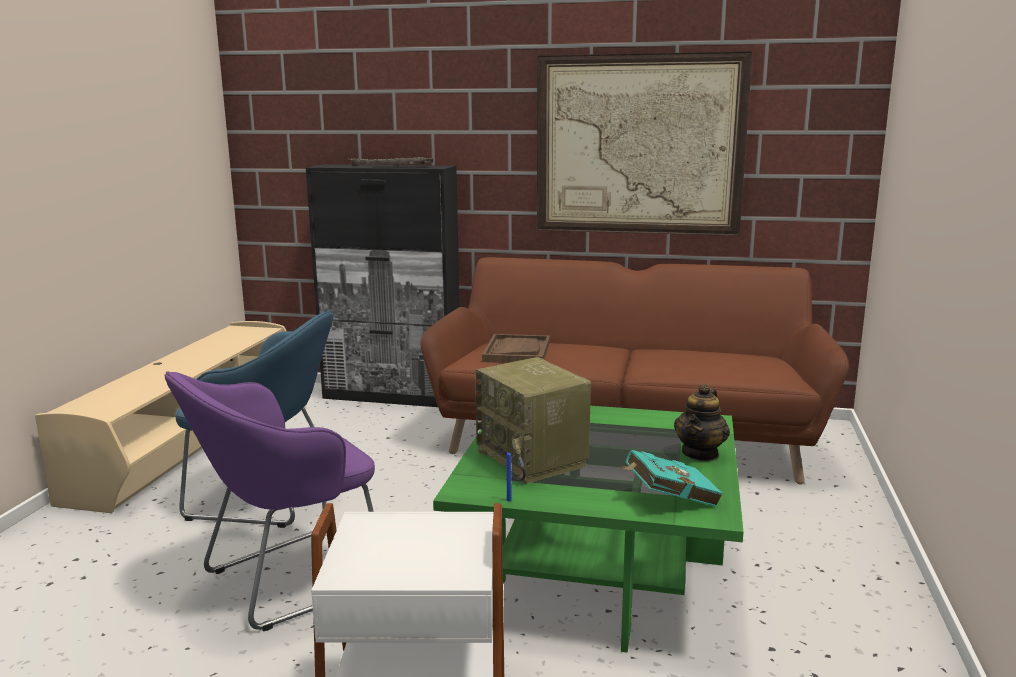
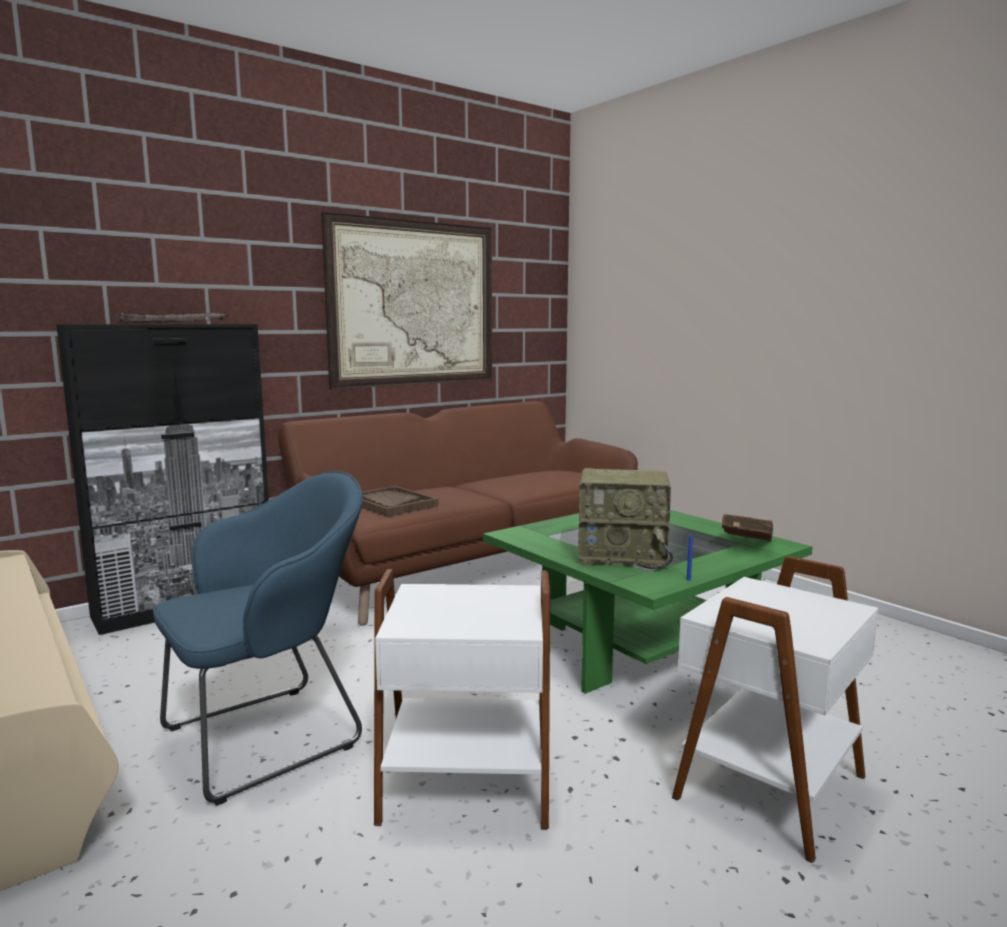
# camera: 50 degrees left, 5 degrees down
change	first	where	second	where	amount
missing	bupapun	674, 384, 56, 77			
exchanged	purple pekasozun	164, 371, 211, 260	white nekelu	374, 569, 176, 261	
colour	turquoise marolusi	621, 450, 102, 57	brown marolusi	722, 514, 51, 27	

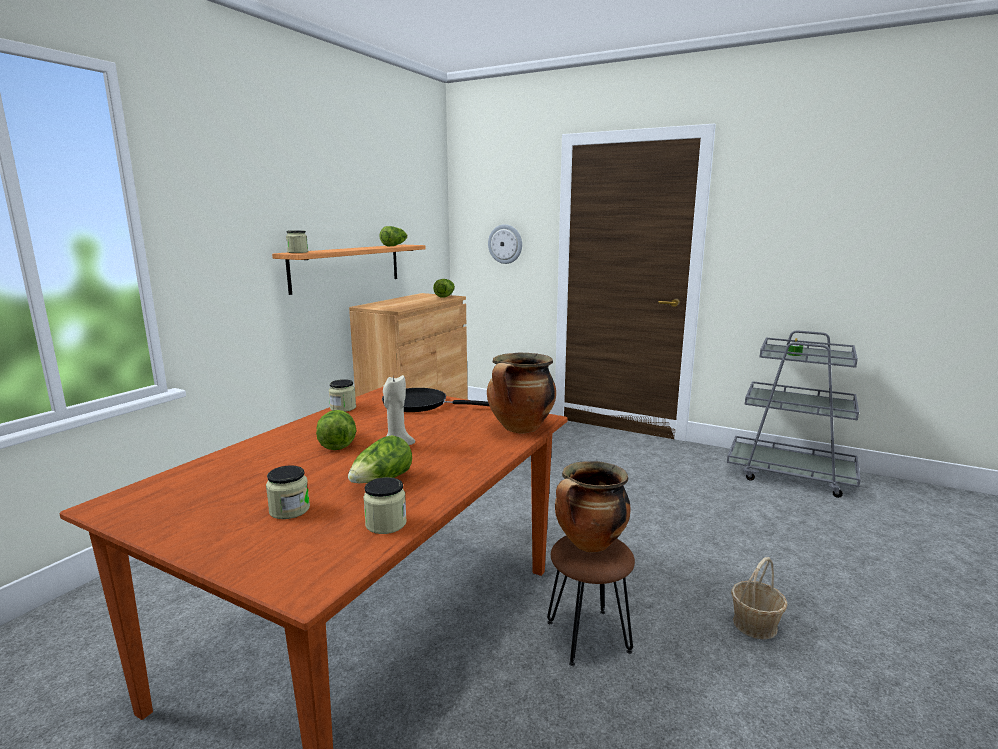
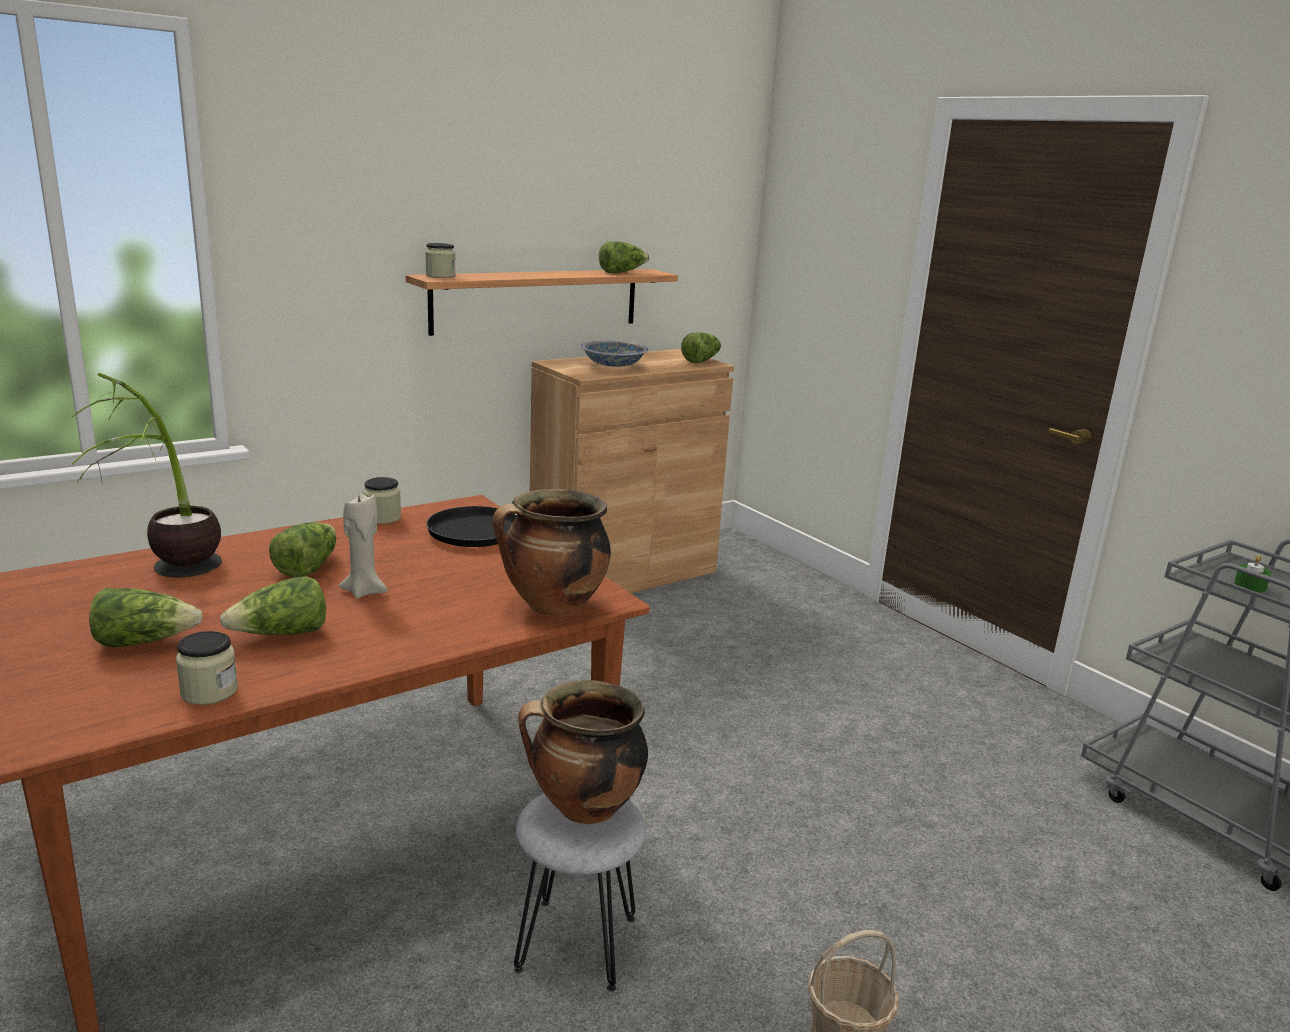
# camera: 25 degrees right, 5 degrees up
change	first	where	second	where	amount
missing	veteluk	488, 224, 34, 40			
appeared			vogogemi	72, 373, 150, 205	
appeared			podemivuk	580, 341, 69, 26	
exchanged	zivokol	266, 465, 44, 54	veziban	89, 588, 114, 59	
colour	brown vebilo	547, 536, 88, 130	grey vebilo	514, 793, 132, 198	

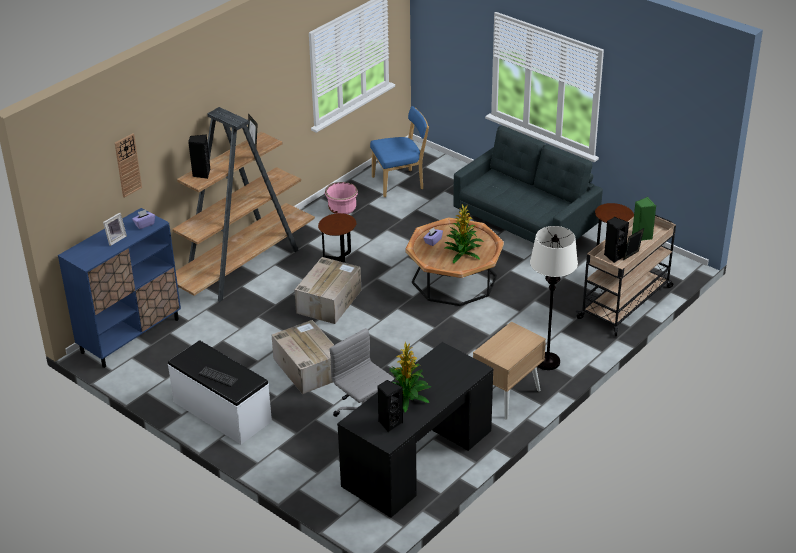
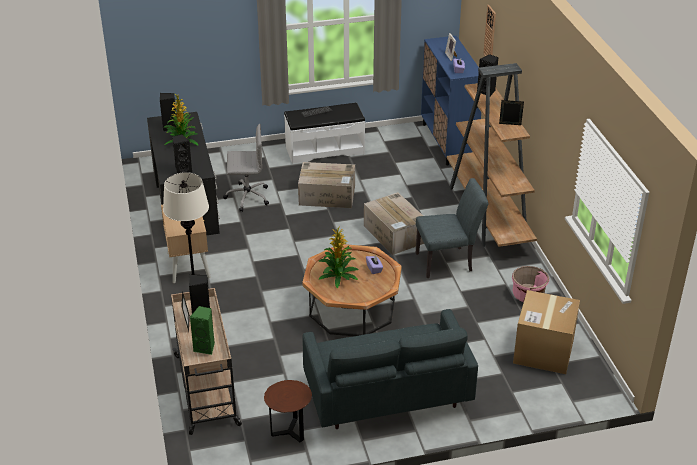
# camera: 125 degrees right, 0 degrees up
change	first	where	second	where	amount
appeared			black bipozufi	172, 134, 21, 39	
exchanged	brown nekelu	318, 213, 38, 50	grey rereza	416, 178, 72, 100	
exchanged	blue rereza	370, 106, 59, 91	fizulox	513, 290, 67, 84	

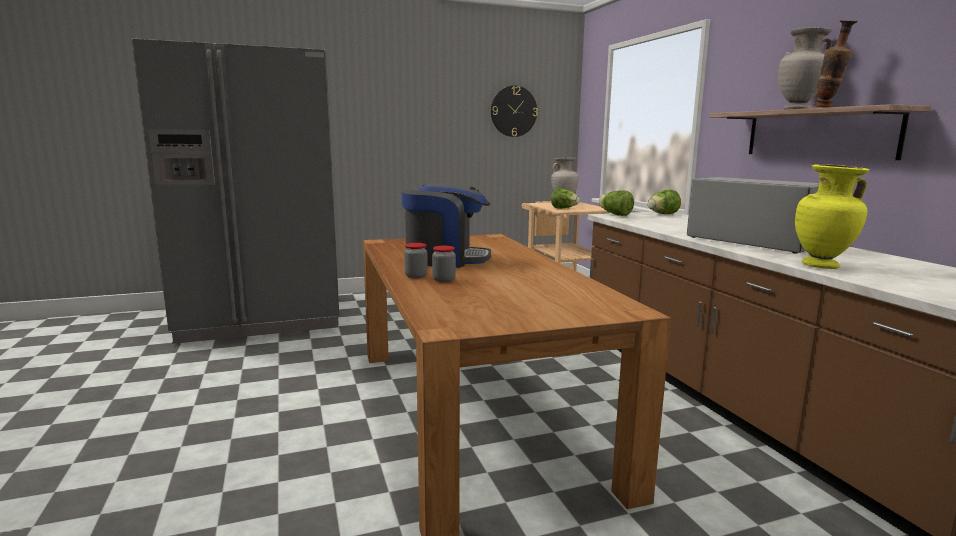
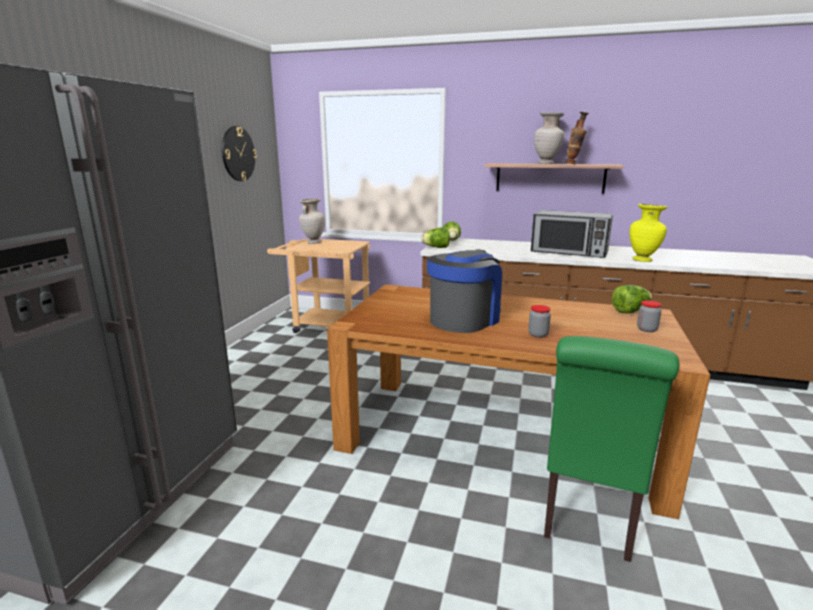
# camera: 55 degrees left, 5 degrees up
change	first	where	second	where	amount
appeared			green rereza	544, 336, 135, 226	
relocated	zivokol	404, 243, 24, 36		637, 300, 25, 32	
relocated	veziban	551, 188, 29, 21		611, 285, 41, 28	
spun	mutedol	687, 177, 132, 77		531, 210, 82, 48	150 degrees counterclockwise

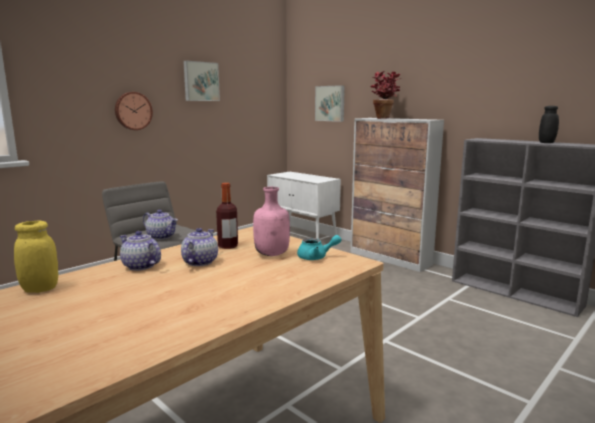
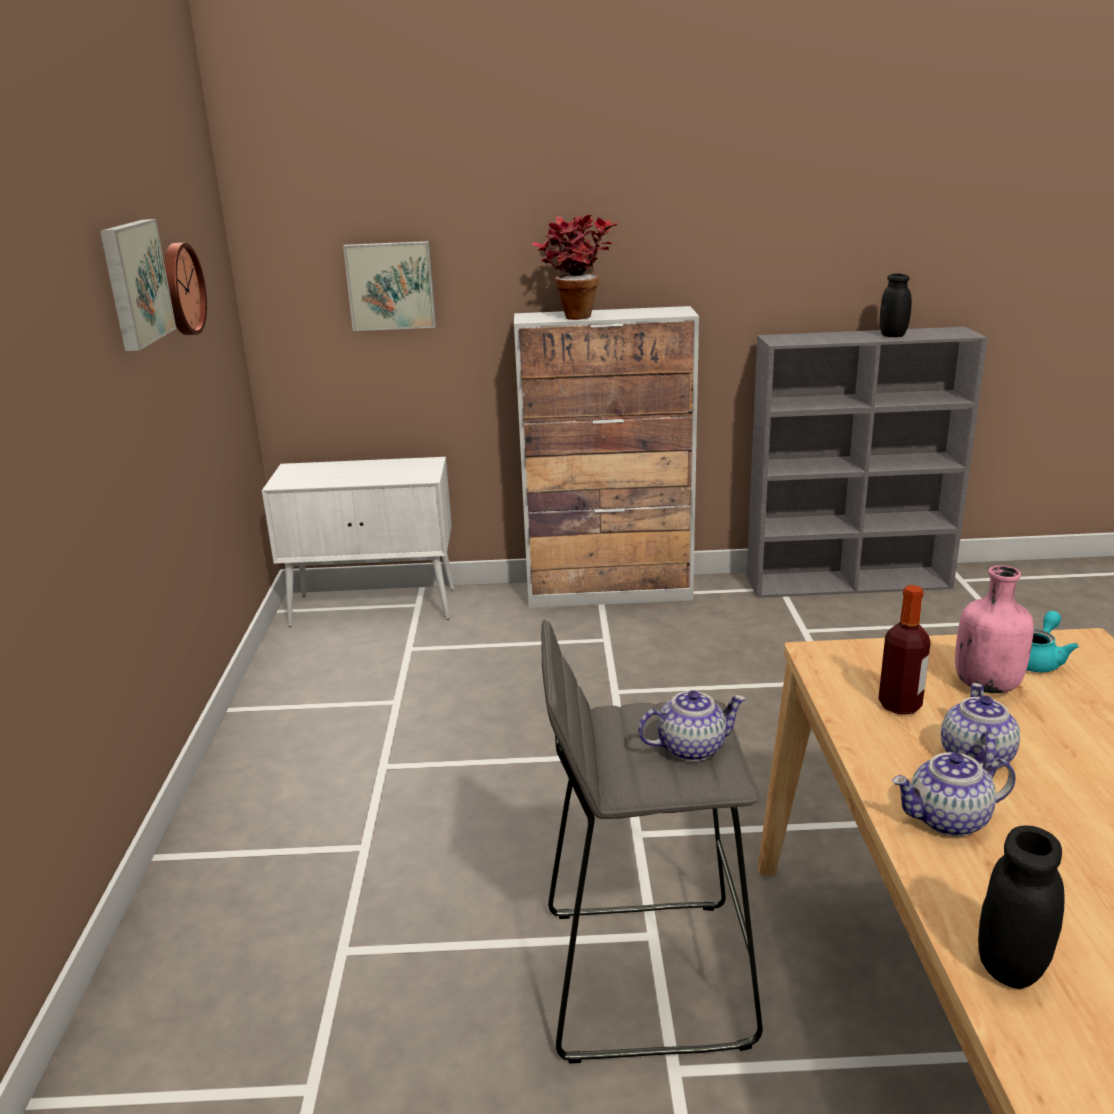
# camera: 45 degrees left, 10 degrees up
change	first	where	second	where	amount
relocated	veteluk	115, 92, 38, 38		164, 243, 43, 92	
colour	yellow zivokol	14, 221, 44, 72	black zivokol	978, 826, 87, 163	
spun	bupapun	181, 228, 37, 38		941, 683, 79, 86	45 degrees clockwise

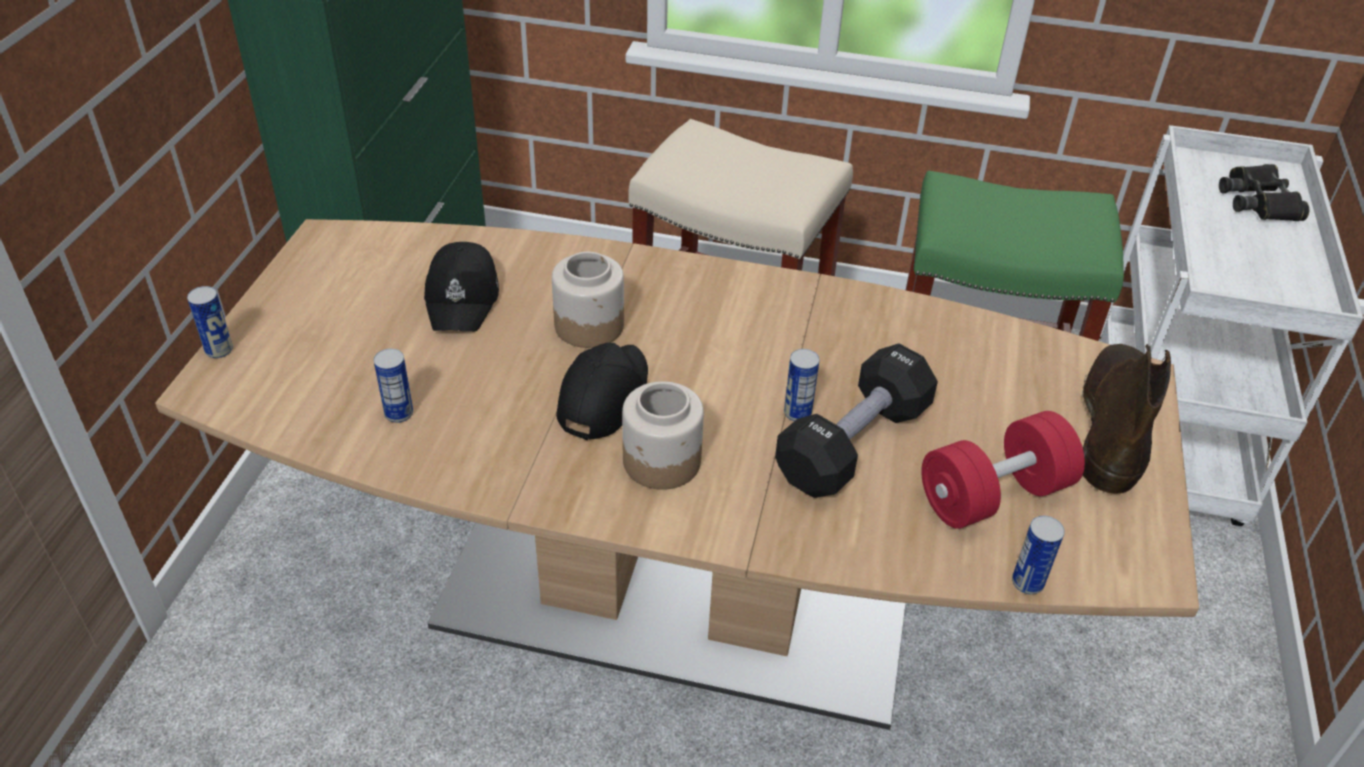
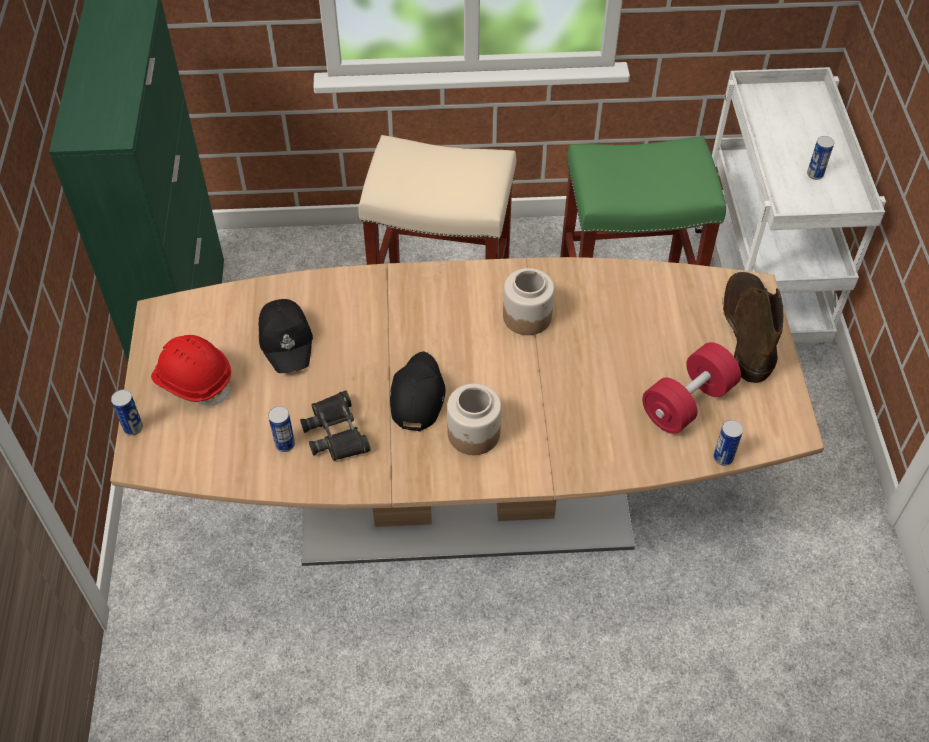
# camera: 15 degrees left, 10 degrees up
change	first	where	second	where	amount
missing	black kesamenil	775, 343, 163, 155			
appeared			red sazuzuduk	151, 335, 80, 71	
relocated	zivokol	552, 252, 72, 96		503, 268, 51, 67	
relocated	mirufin	784, 349, 36, 72		807, 136, 27, 44	
relocated	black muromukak	1219, 164, 91, 57		300, 391, 71, 70	

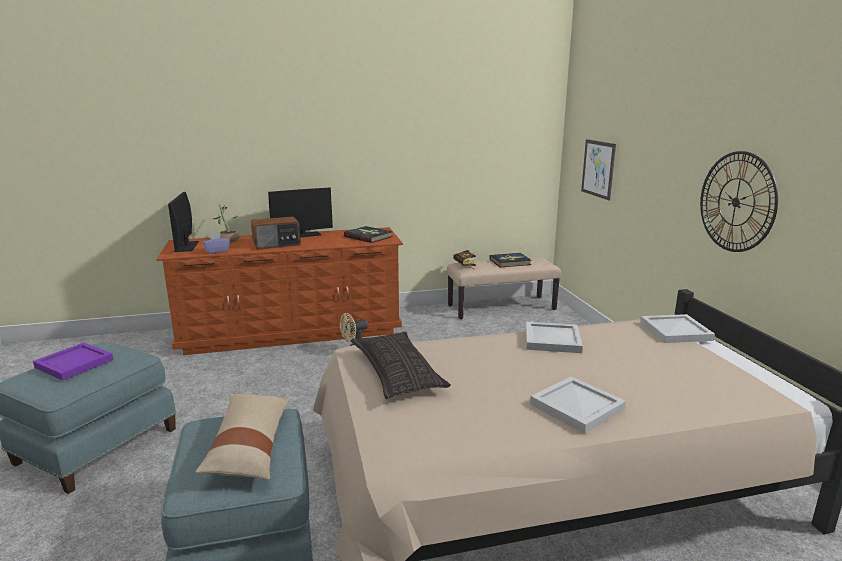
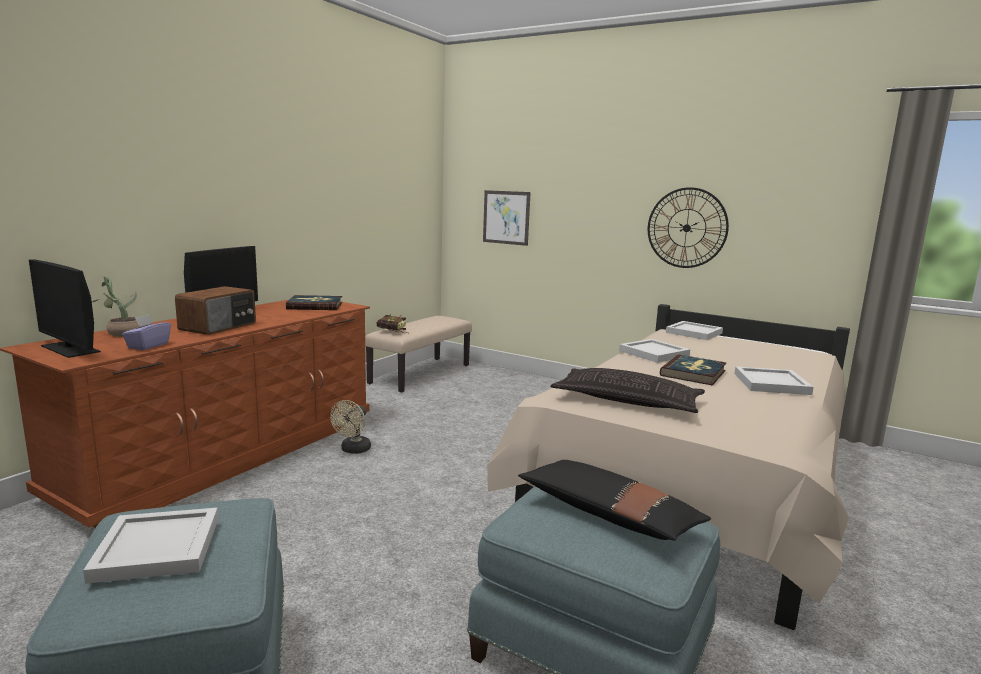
# camera: 45 degrees left, 5 degrees down
change	first	where	second	where	amount
relocated	marolusi	489, 253, 43, 14		660, 355, 66, 31	
colour	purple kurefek	33, 343, 80, 38	white kurefek	83, 508, 135, 76	
colour	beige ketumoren	195, 394, 94, 86	black ketumoren	518, 460, 193, 80	

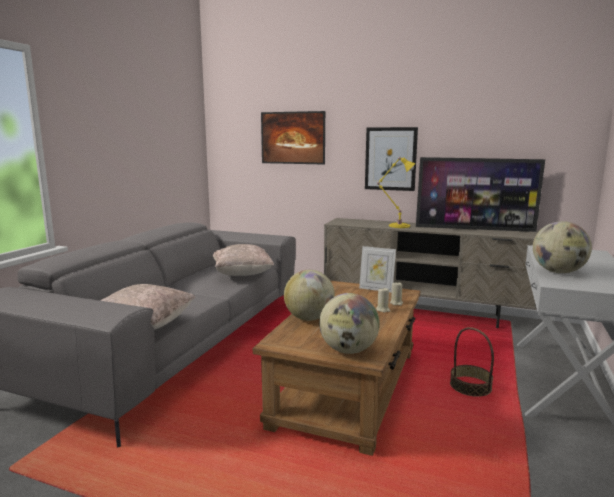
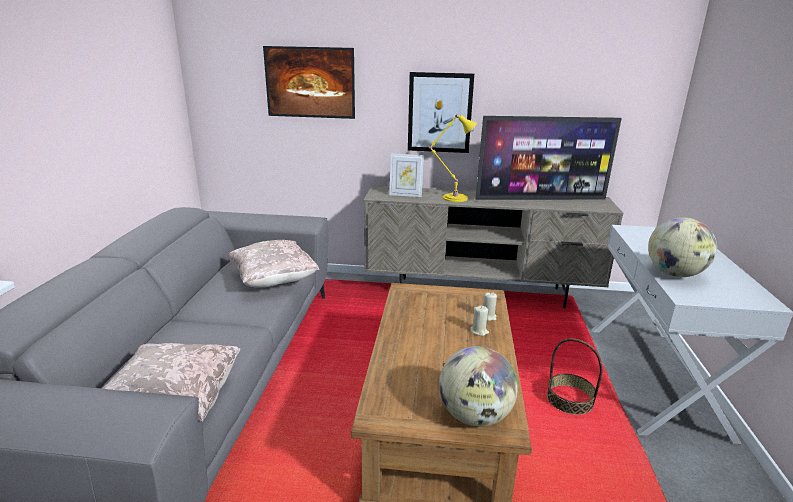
# camera: 15 degrees left, 10 degrees up
change	first	where	second	where	amount
missing	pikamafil	284, 270, 51, 51			
relocated	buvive	359, 246, 37, 47		389, 153, 35, 44	

